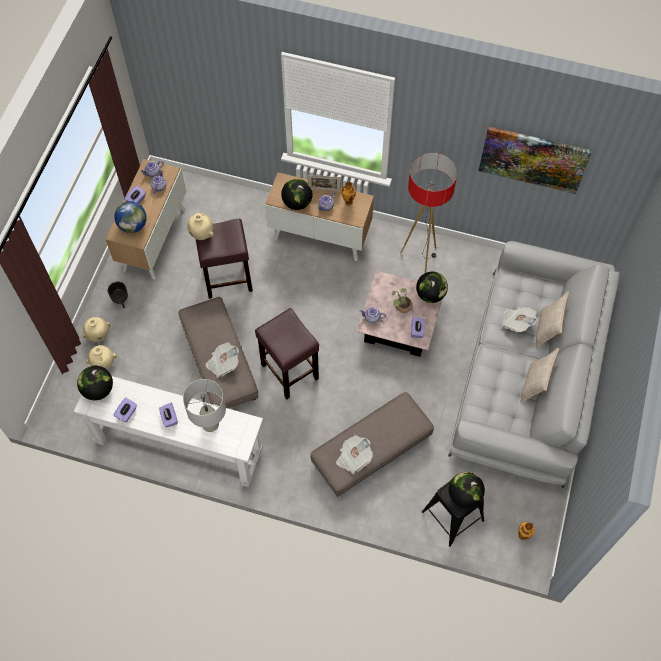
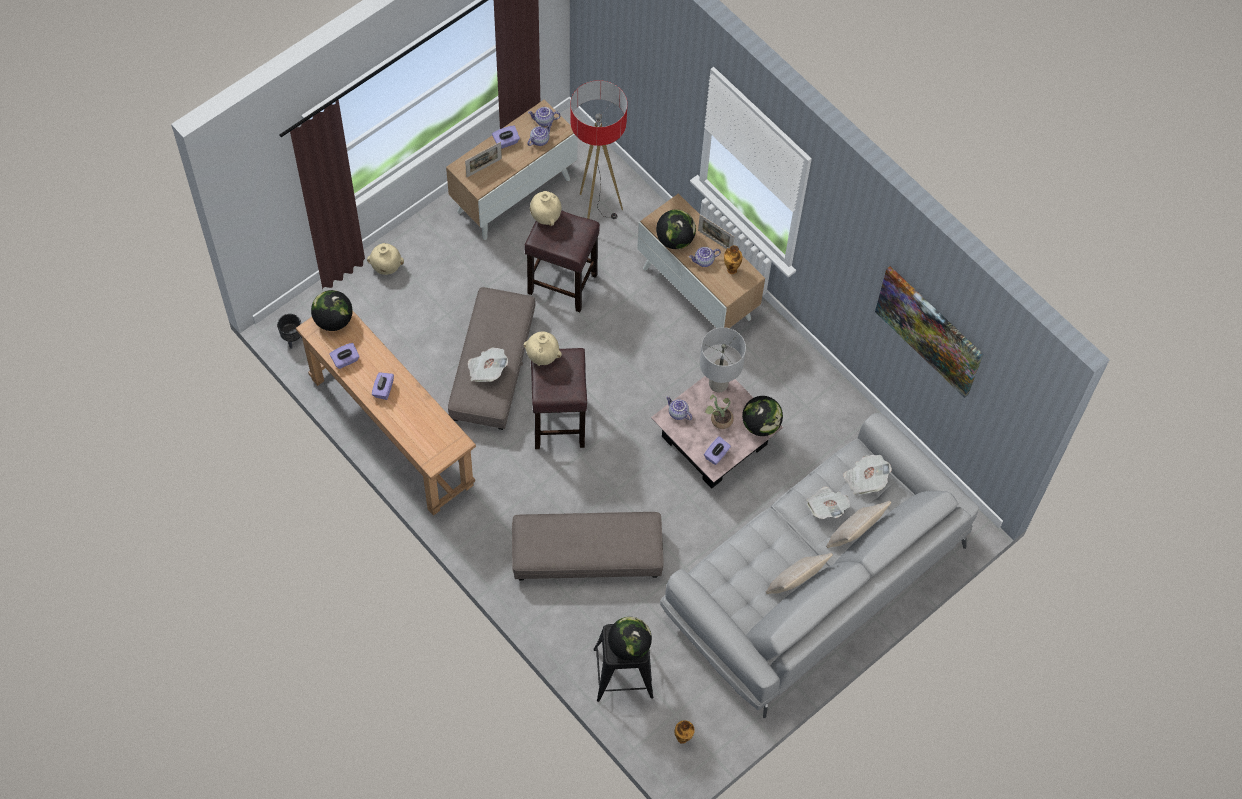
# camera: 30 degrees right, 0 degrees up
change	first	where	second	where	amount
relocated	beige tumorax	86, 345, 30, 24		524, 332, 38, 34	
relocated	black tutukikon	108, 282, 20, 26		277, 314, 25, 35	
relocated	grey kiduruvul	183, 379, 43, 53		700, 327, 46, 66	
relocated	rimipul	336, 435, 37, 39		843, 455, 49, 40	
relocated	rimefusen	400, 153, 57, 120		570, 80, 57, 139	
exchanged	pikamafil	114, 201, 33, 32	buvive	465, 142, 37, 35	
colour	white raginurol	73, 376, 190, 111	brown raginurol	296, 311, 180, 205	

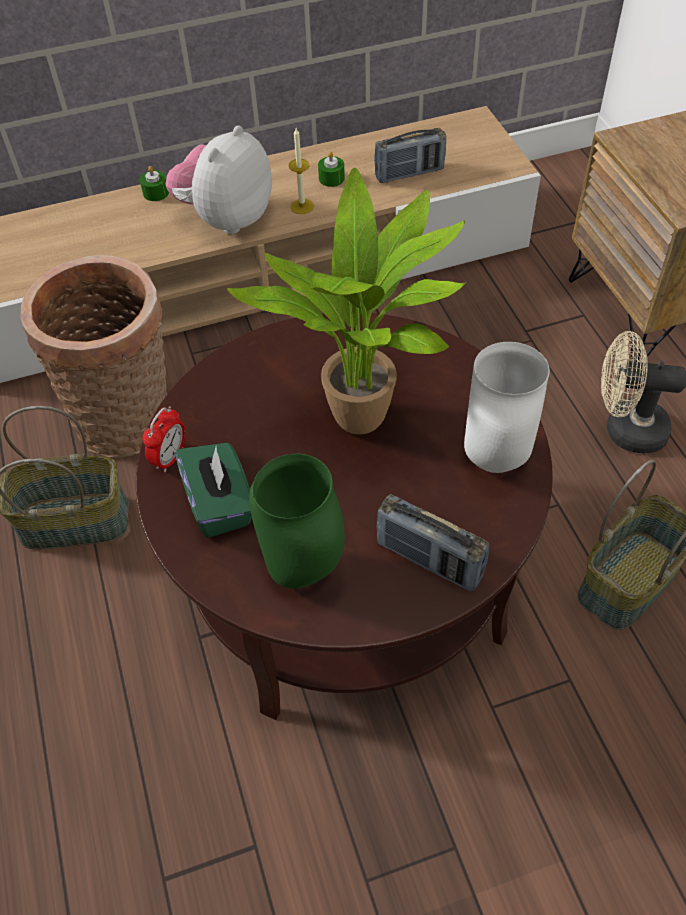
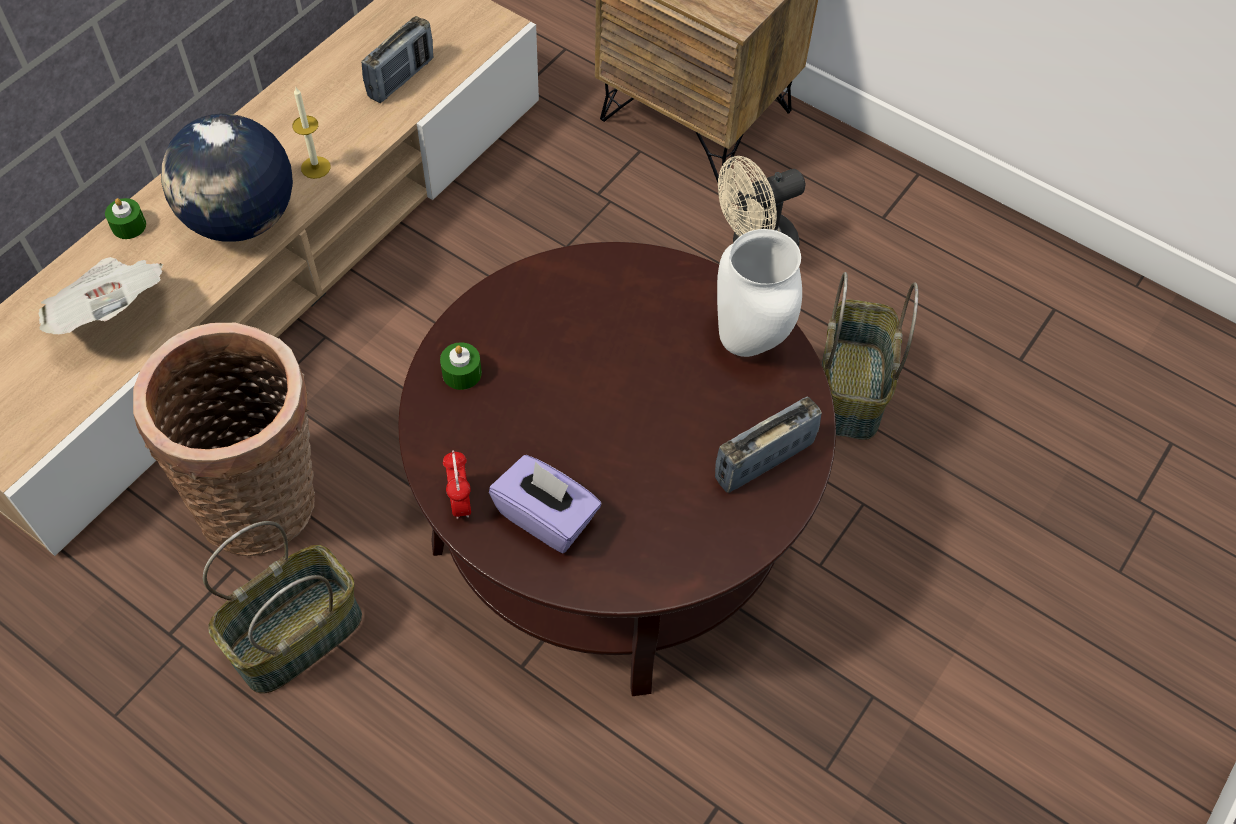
# camera: 40 degrees left, 5 degrees up
change	first	where	second	where	amount
missing	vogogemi	227, 168, 240, 267			
missing	green tumorax	249, 453, 96, 136			
appeared			rimipul	39, 257, 124, 78	
relocated	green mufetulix	318, 152, 27, 35		440, 342, 42, 48	
exchanged	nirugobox	165, 125, 107, 109	pikamafil	161, 113, 132, 129	
colour	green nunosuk	176, 443, 76, 95	purple nunosuk	489, 455, 112, 99	
spun	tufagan	376, 494, 113, 98		715, 396, 107, 97	150 degrees clockwise

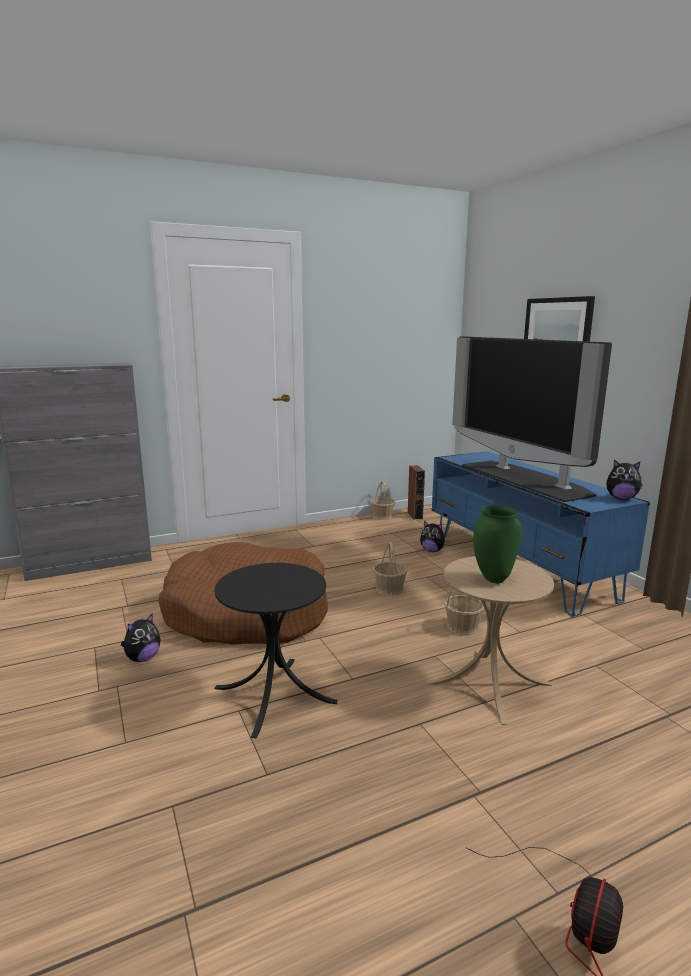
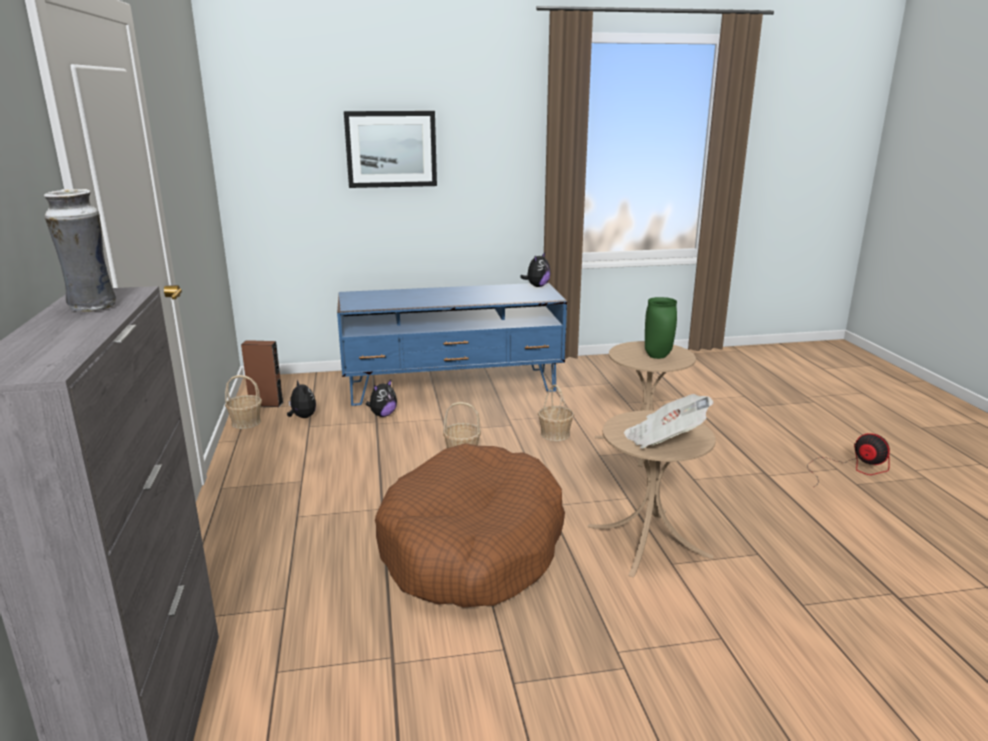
# camera: 75 degrees left, 5 degrees up
change	first	where	second	where	amount
missing	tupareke	452, 336, 160, 166			
appeared			tumorax	44, 189, 72, 123	
appeared			rimipul	624, 394, 90, 55	
relocated	nirugobox	121, 614, 40, 48		287, 380, 29, 38	
colour	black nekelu	214, 563, 124, 175	beige nekelu	587, 410, 129, 168	

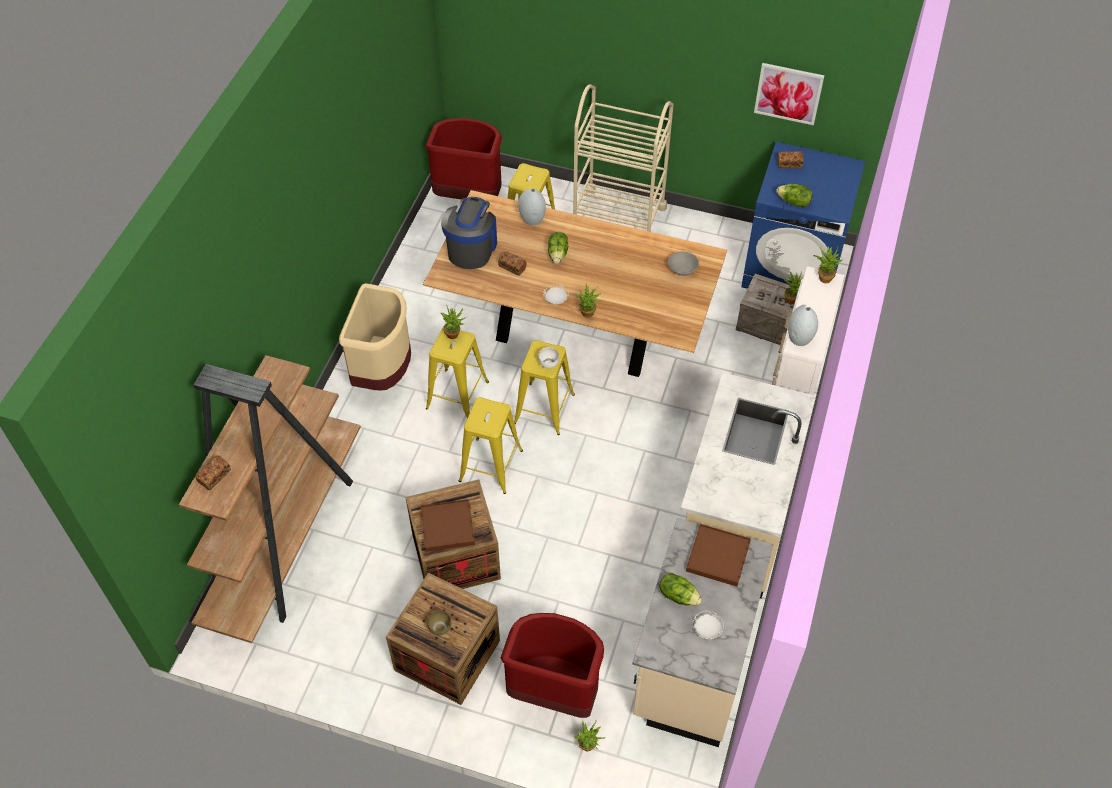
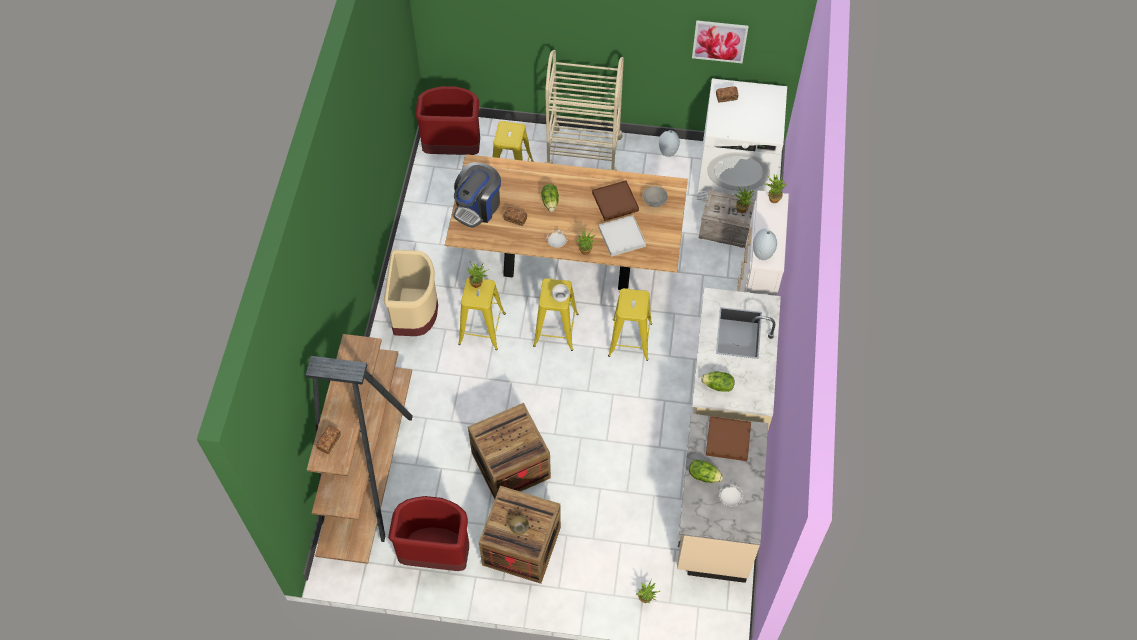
# camera: 10 degrees left, 5 degrees up
change	first	where	second	where	amount
appeared			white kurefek	599, 215, 47, 42	
relocated	brown kurefek	420, 499, 55, 53		592, 181, 47, 40	
relocated	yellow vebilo	459, 397, 64, 97		608, 288, 44, 73	
relocated	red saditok	501, 613, 103, 105		388, 496, 81, 75	
relocated	grey tumorax	518, 188, 28, 37		659, 130, 21, 27	
relocated	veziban	776, 184, 37, 23		701, 371, 34, 21	
colour	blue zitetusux	741, 142, 124, 147	white zitetusux	697, 78, 90, 123	
spun	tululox	441, 197, 56, 72		454, 162, 47, 66	150 degrees counterclockwise

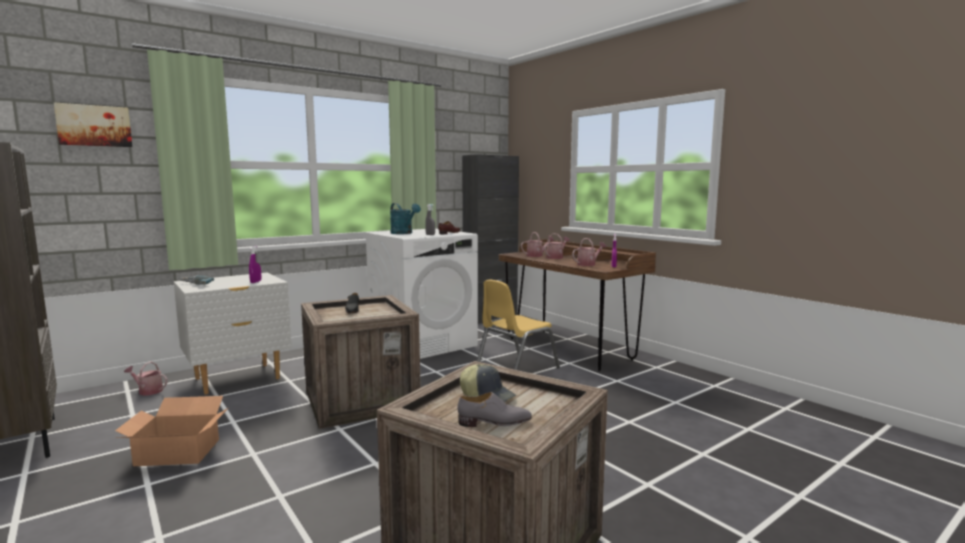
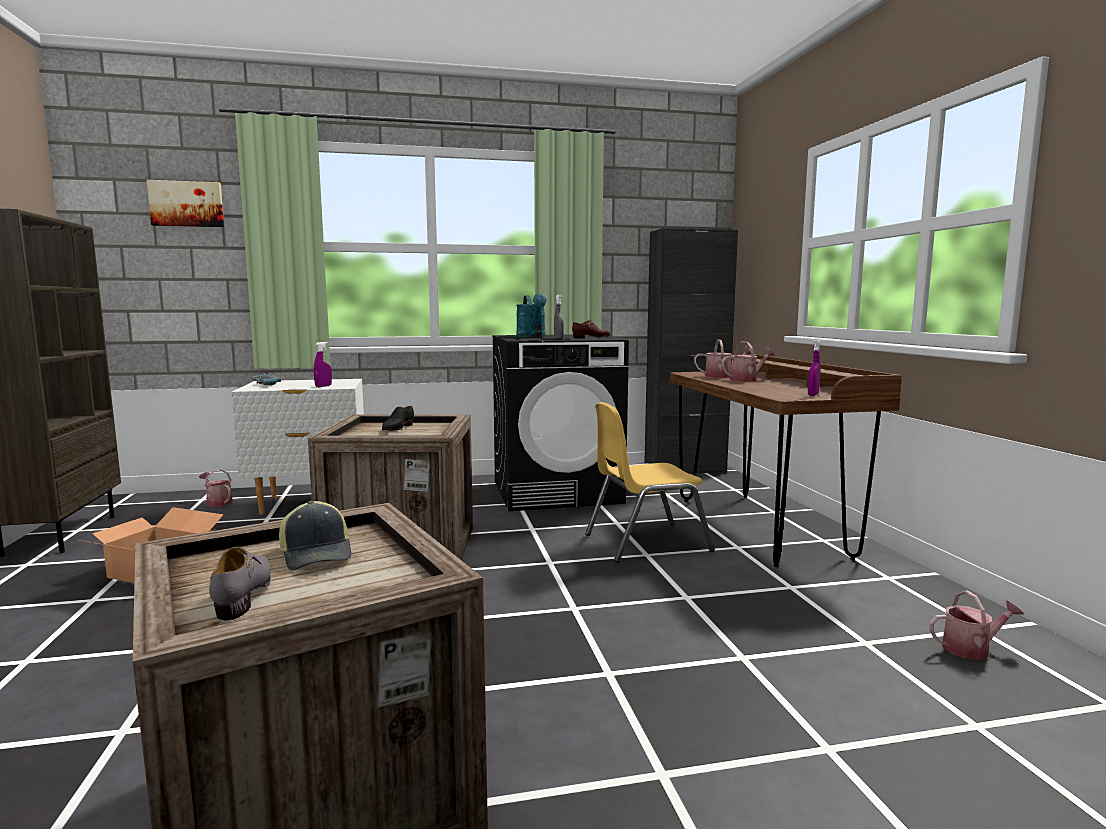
# camera: 25 degrees right, 0 degrees up
change	first	where	second	where	amount
relocated	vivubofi	572, 238, 35, 28		929, 590, 95, 70	
colour	white zitetusux	365, 229, 113, 130	black zitetusux	492, 335, 137, 176	
spun	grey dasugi	458, 392, 74, 35		209, 547, 62, 74	120 degrees counterclockwise

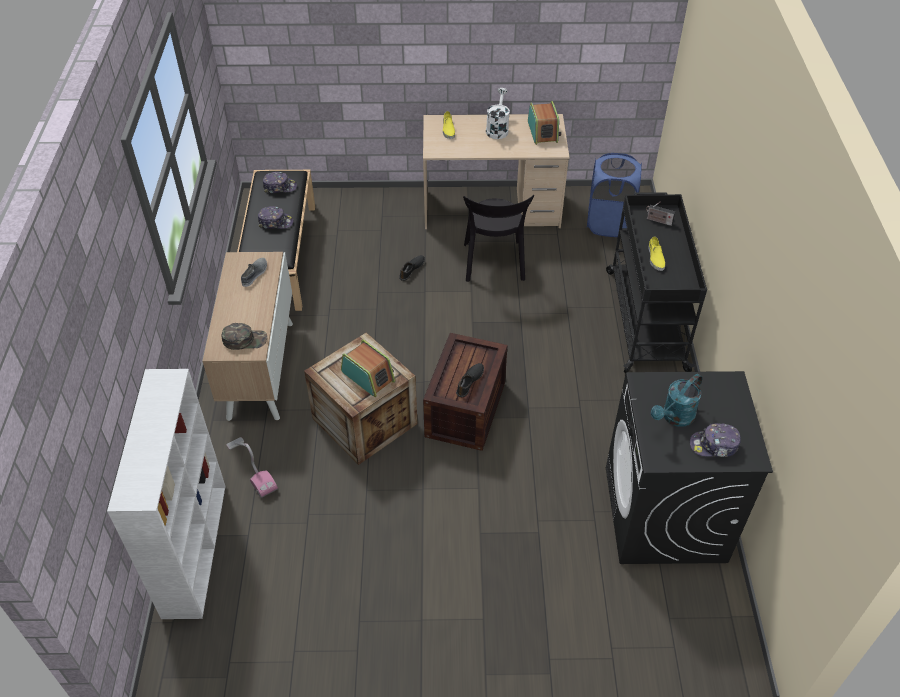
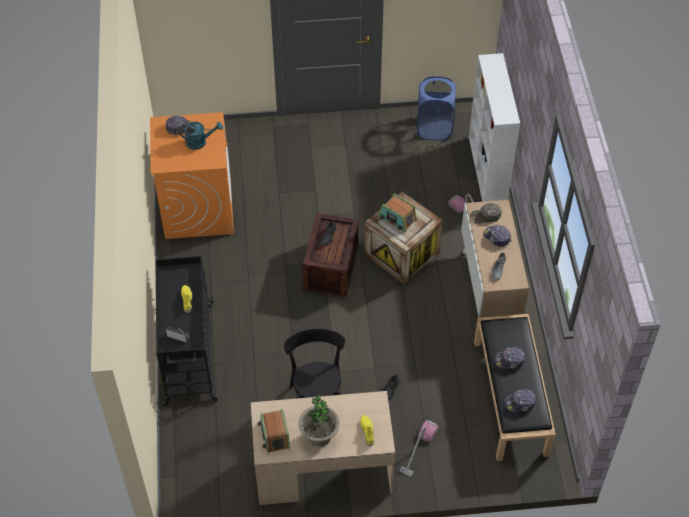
# camera: 175 degrees right, 5 degrees up
change	first	where	second	where	amount
appeared			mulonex	400, 420, 38, 57	
appeared			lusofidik	483, 225, 28, 22	
relocated	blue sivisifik	587, 153, 55, 84		417, 76, 39, 64	
exchanged	white vivubofi	486, 88, 24, 51	vogogemi	298, 395, 42, 52	
colour	black zitetusux	606, 371, 167, 193	orange zitetusux	150, 112, 84, 127	
spun	turquoise vivubofi	651, 374, 51, 53		178, 122, 45, 28	45 degrees clockwise

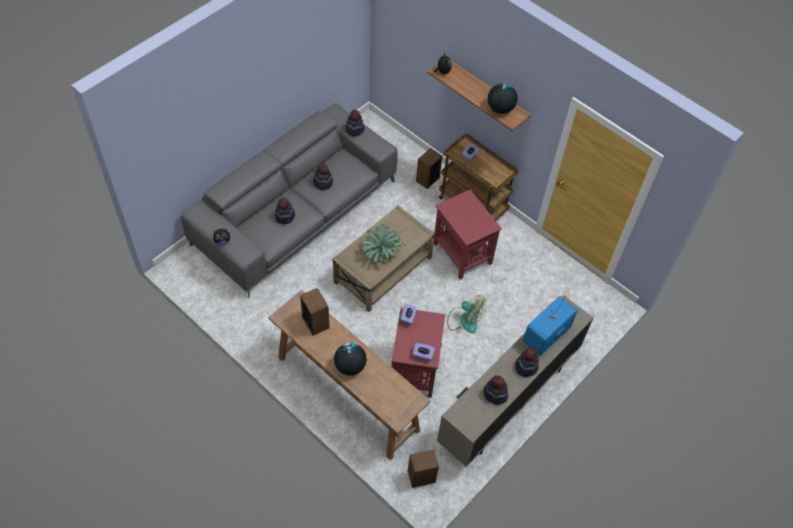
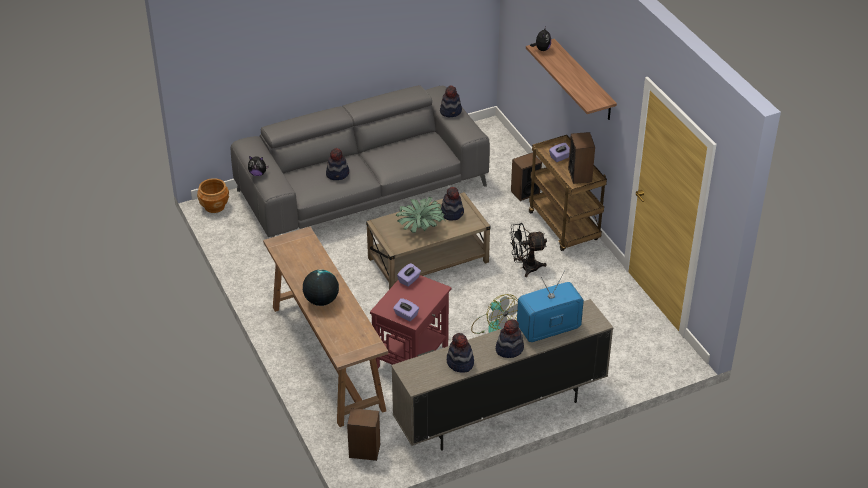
# camera: 25 degrees right, 15 degrees down
change	first	where	second	where	amount
missing	pikamafil	488, 83, 30, 31			
appeared			brown tutukikon	197, 178, 32, 35	
relocated	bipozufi	300, 288, 29, 47		568, 132, 27, 52	
relocated	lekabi	313, 164, 20, 26		441, 187, 23, 34	
exchanged	red nekelu	433, 189, 69, 91	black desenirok	510, 223, 37, 54	

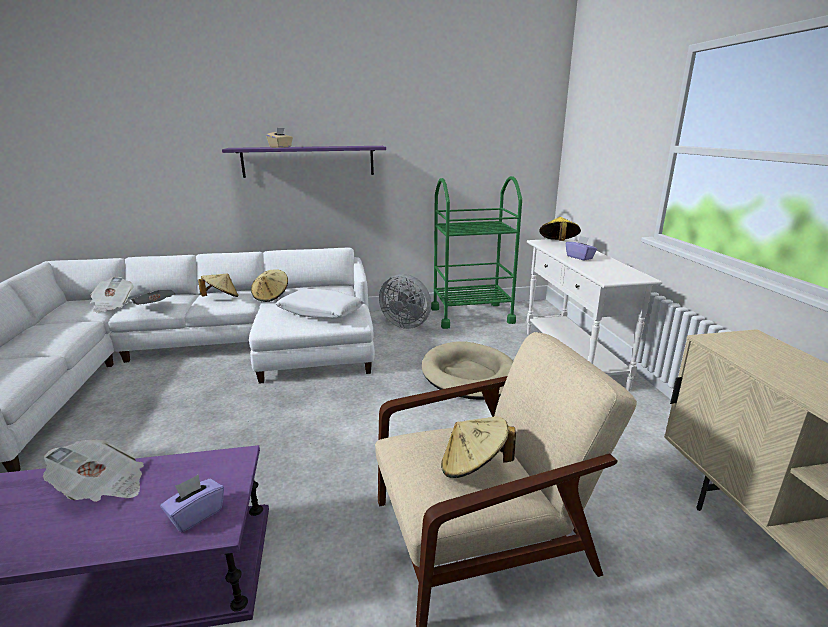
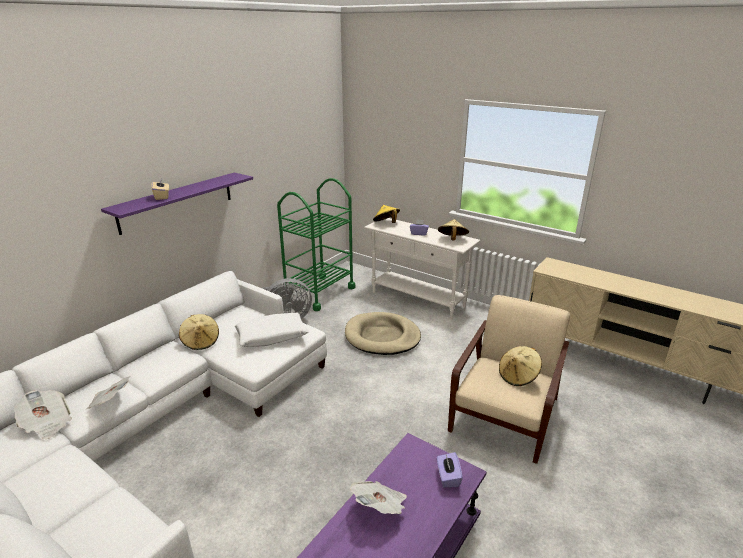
# camera: 45 degrees left, 5 degrees up
change	first	where	second	where	amount
relocated	beige lekabi	198, 274, 41, 23		438, 219, 31, 22	

